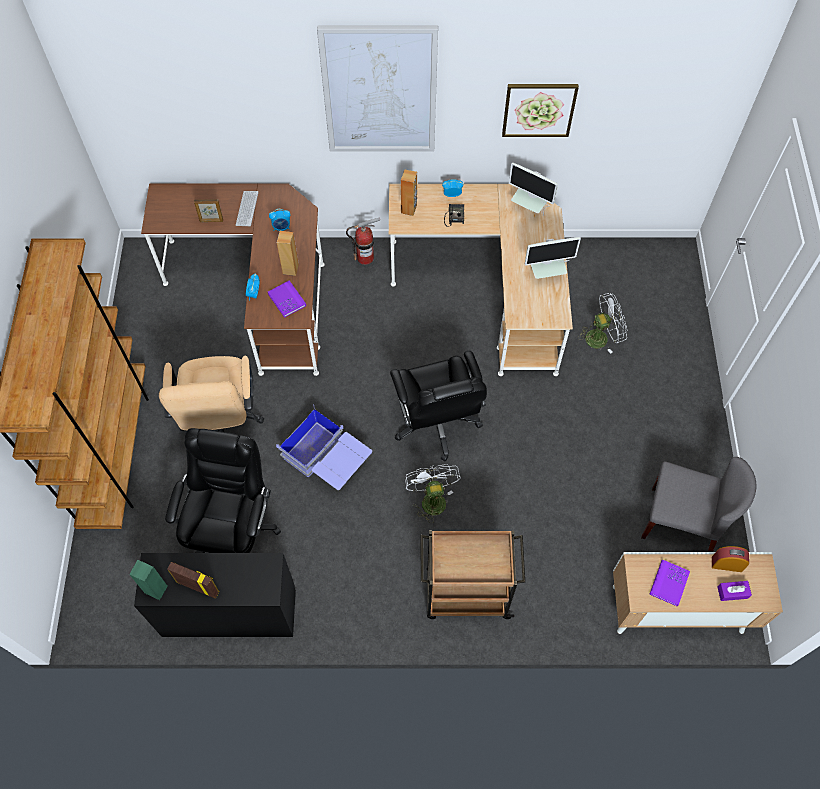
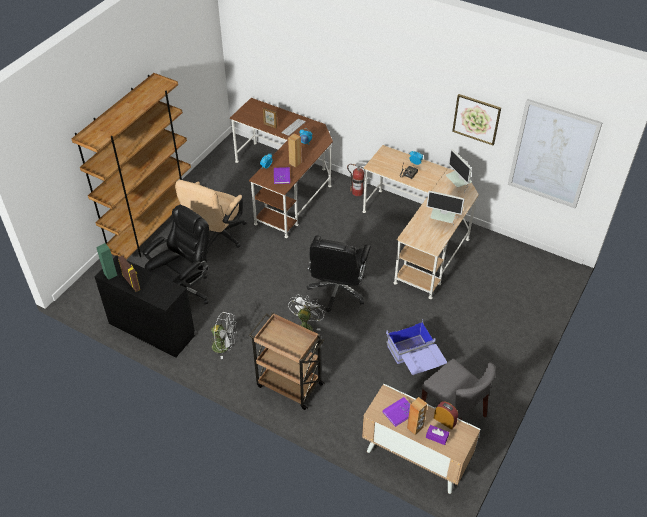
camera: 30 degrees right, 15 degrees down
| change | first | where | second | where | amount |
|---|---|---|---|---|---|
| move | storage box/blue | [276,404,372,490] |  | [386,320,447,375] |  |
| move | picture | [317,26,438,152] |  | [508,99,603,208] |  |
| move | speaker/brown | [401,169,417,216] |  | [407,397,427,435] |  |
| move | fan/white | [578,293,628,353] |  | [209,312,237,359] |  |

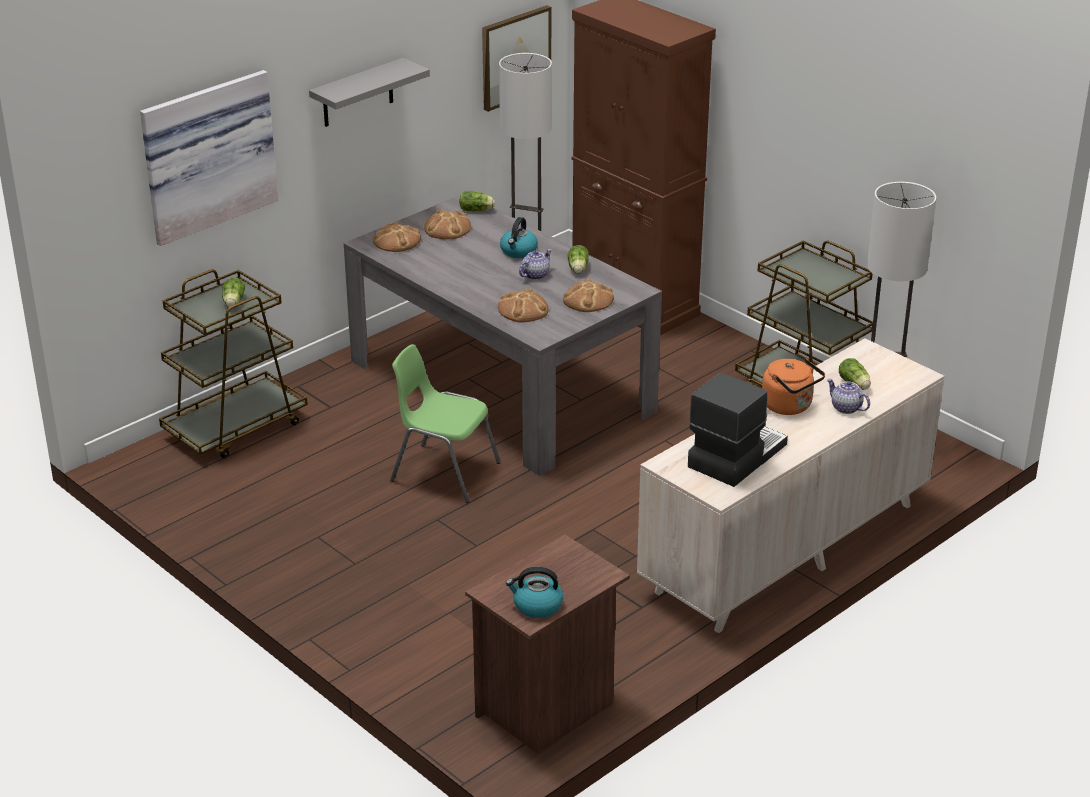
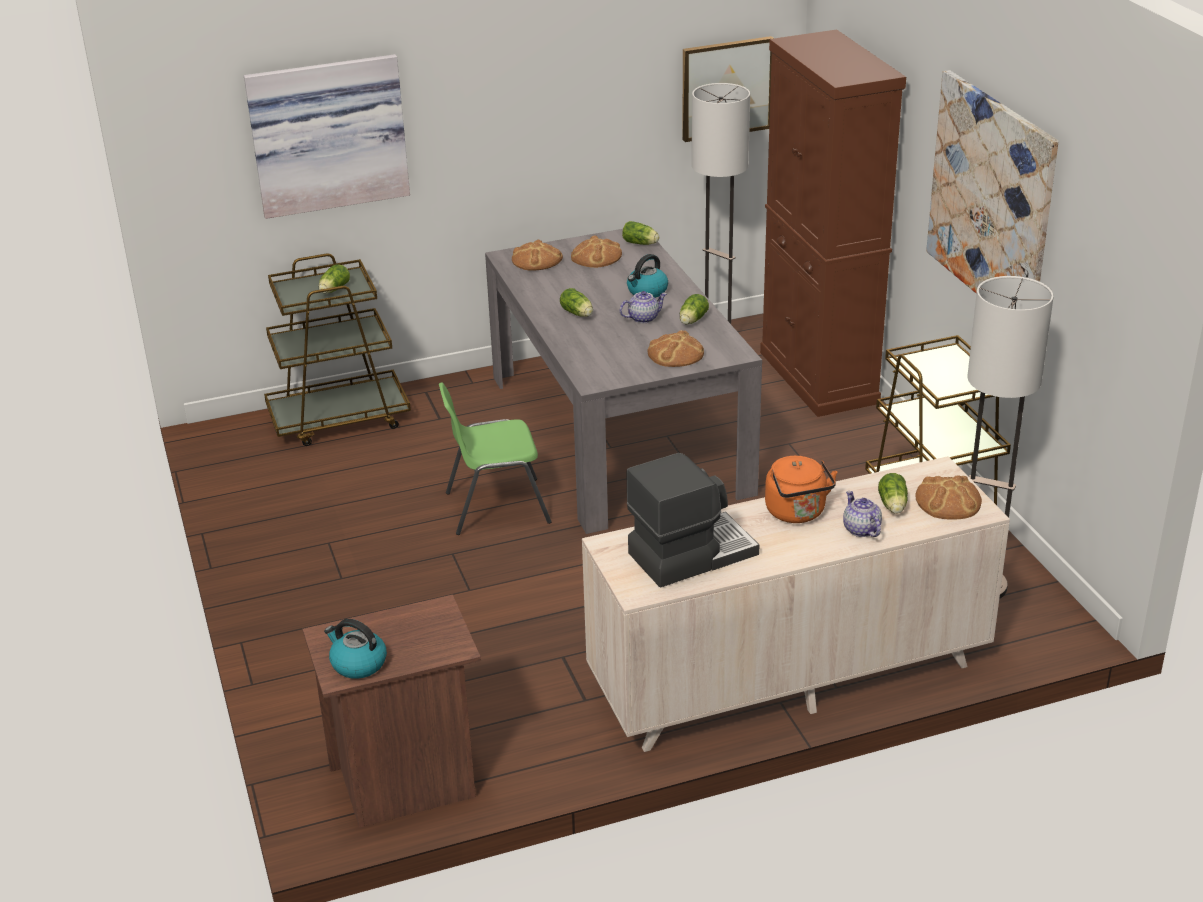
camera: 25 degrees right, 0 degrees up
| change | first | where | second | where | amount |
|---|---|---|---|---|---|
| delete | shelf/grey | [309,58,430,127] |  |  |  |
| insert |  |  | lettuce | [560,288,593,317] |  |
| insert |  |  | picture | [927,70,1058,293] |  |
| move | bread | [498,289,549,323] |  | [916,475,982,520] |  |
| rotate | chair/green | [390,344,501,503] |  | [439,383,552,535] | 60 degrees counterclockwise |

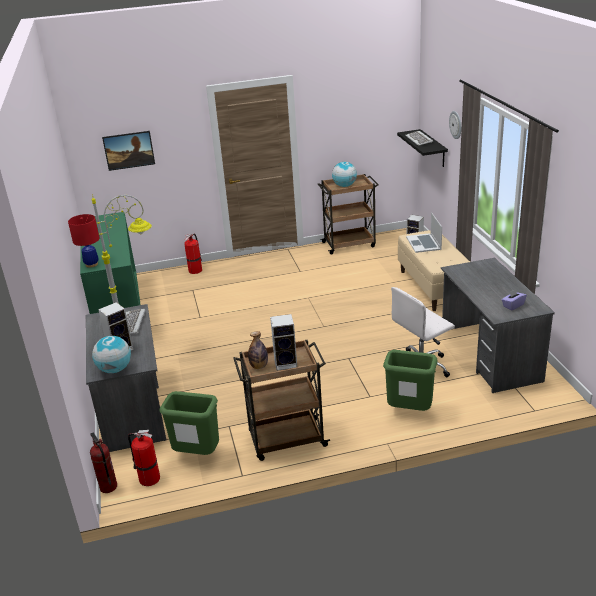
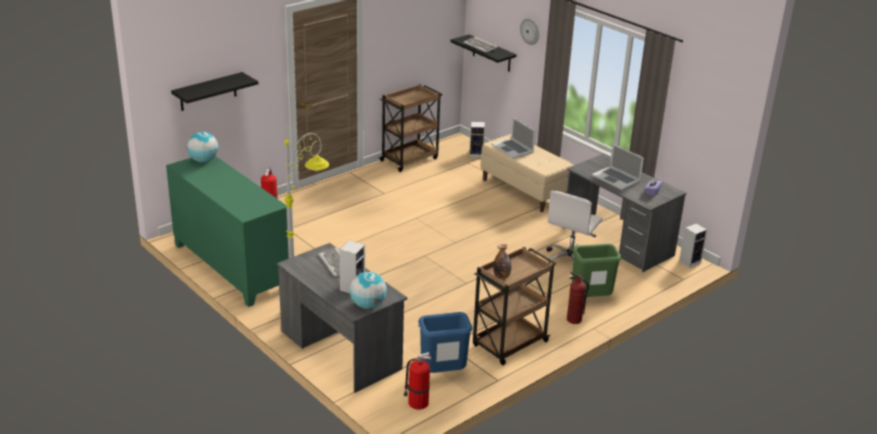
camera: 30 degrees left, 0 degrees up
| change | first | where | second | where | amount |
|---|---|---|---|---|---|
| delete | table lamp/red | [68,214,100,268] |  |  |  |
| insert |  |  | laptop | [592,144,644,190] |  |
| move | fire extinguisher | [90,433,117,493] |  | [567,272,589,324] |  |
| move | speaker | [270,314,297,371] |  | [679,223,707,268] |  |
| move | globe | [332,162,357,187] |  | [187,132,218,163] |  |
| replace | picture | [102,131,155,171] | shelf/black | [171,72,258,111] |  |
| recolor | trash can/green | [159,391,219,455] | trash can/blue | [418,312,473,373] |  |

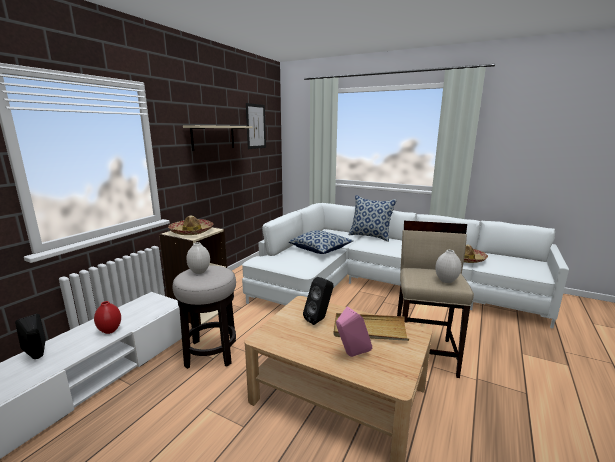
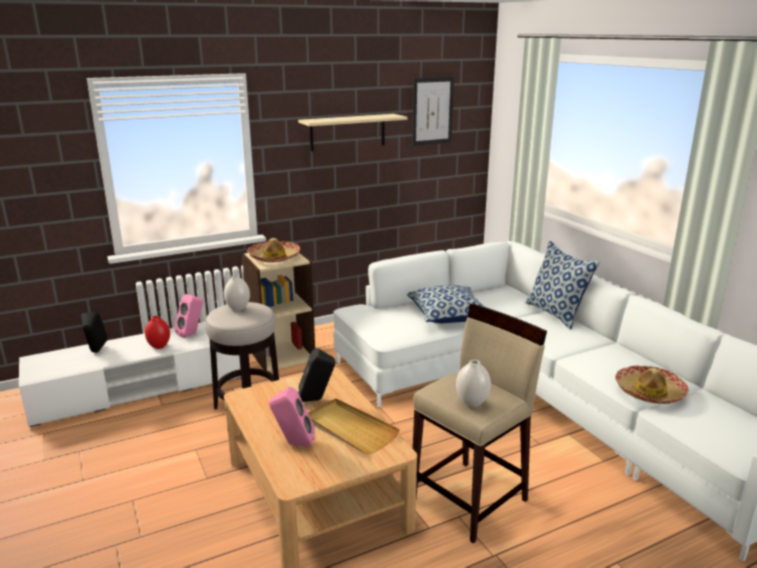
camera: 35 degrees right, 5 degrees up
| change | first | where | second | where | amount |
|---|---|---|---|---|---|
| insert |  |  | speaker/pink | [175,294,203,338] |  |

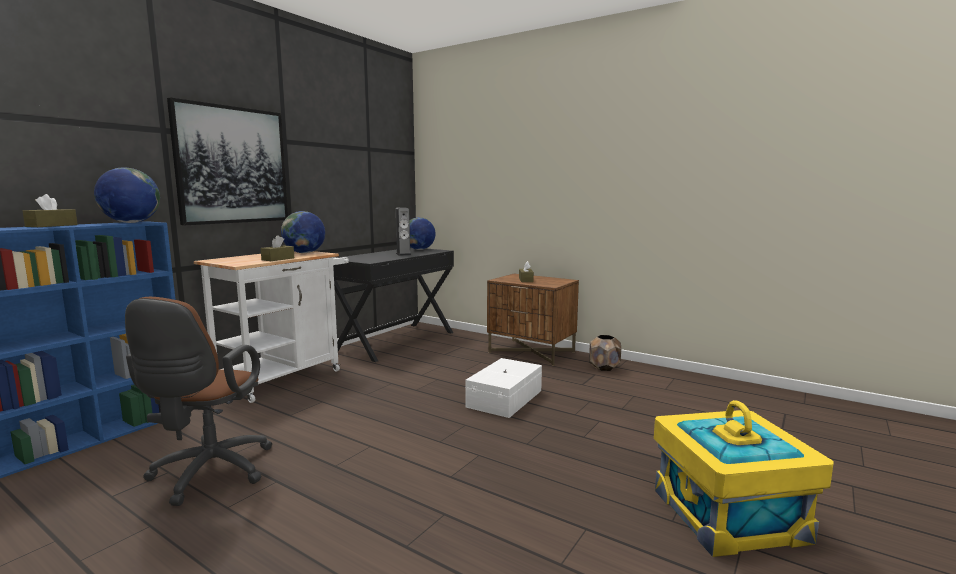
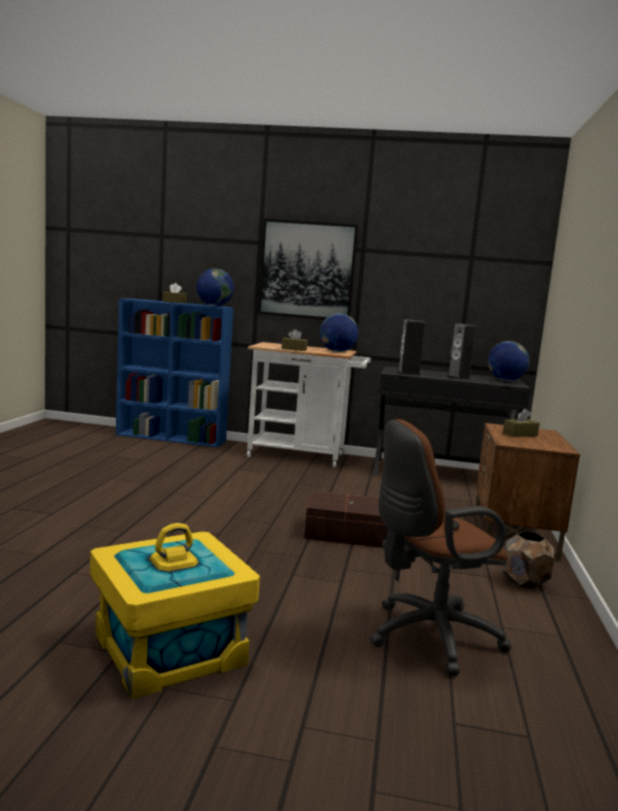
camera: 65 degrees right, 0 degrees up
| change | first | where | second | where | amount |
|---|---|---|---|---|---|
| insert |  |  | speaker | [397,319,425,376] |  |
| move | office chair/brown | [125,297,273,506] |  | [370,419,511,676] |  |
| recolor | storage box/white | [465,358,542,418] | storage box/brown | [304,491,388,548] |  |

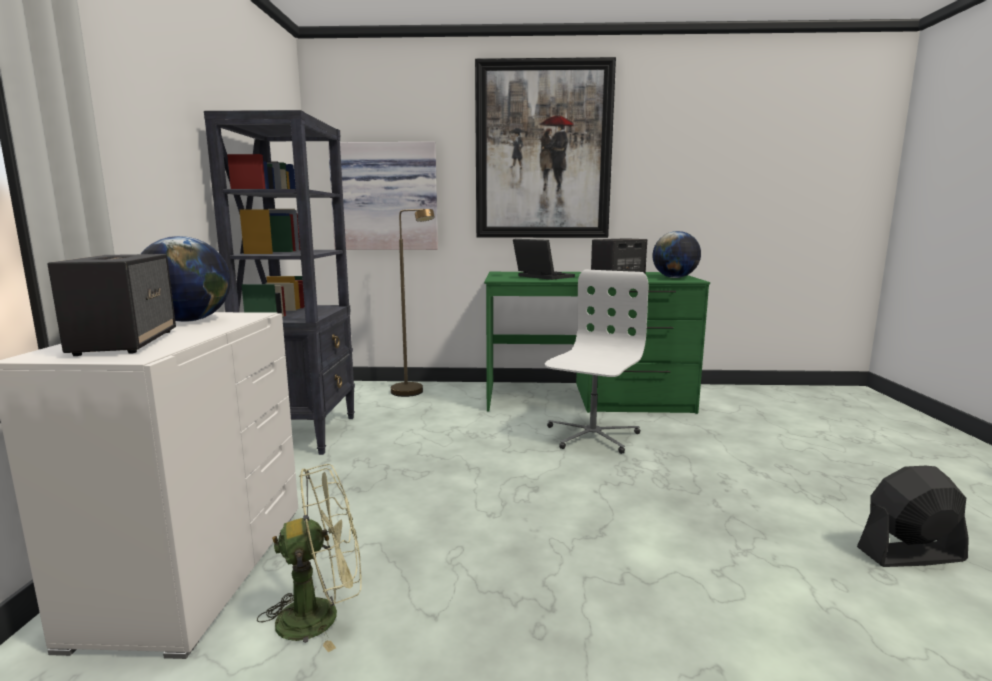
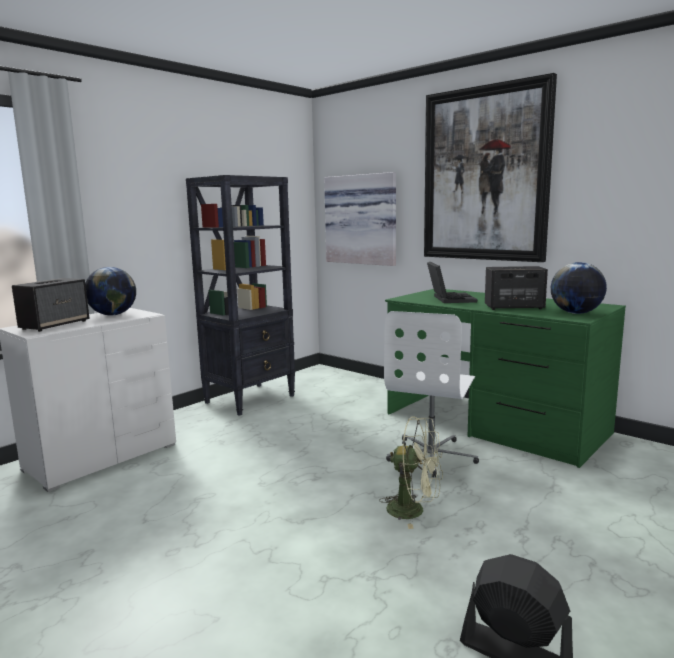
camera: 40 degrees right, 0 degrees up
| change | first | where | second | where | amount |
|---|---|---|---|---|---|
| delete | floor lamp/brown | [391,209,435,397] |  |  |  |
| move | fan/green | [257,464,362,652] |  | [379,416,443,529] |  |
| rotate | office chair/white | [545,269,648,454] |  | [384,311,479,477] | 135 degrees clockwise |

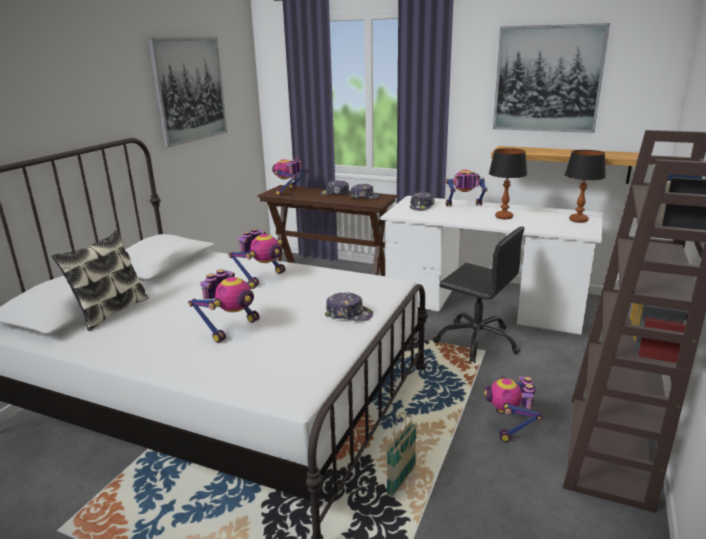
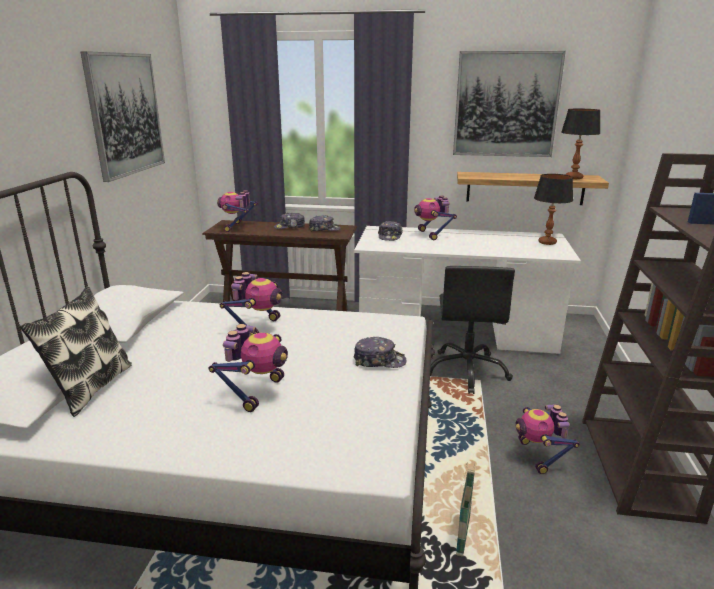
camera: 15 degrees left, 0 degrees up
| change | first | where | second | where | amount |
|---|---|---|---|---|---|
| move | table lamp | [489,148,527,219] |  | [561,109,601,179] |  |
| rotate | office chair/black | [433,226,525,363] |  | [430,266,515,394] | 75 degrees clockwise |
| rotate | toy robot | [445,170,488,206] |  | [414,196,457,240] | 90 degrees counterclockwise |

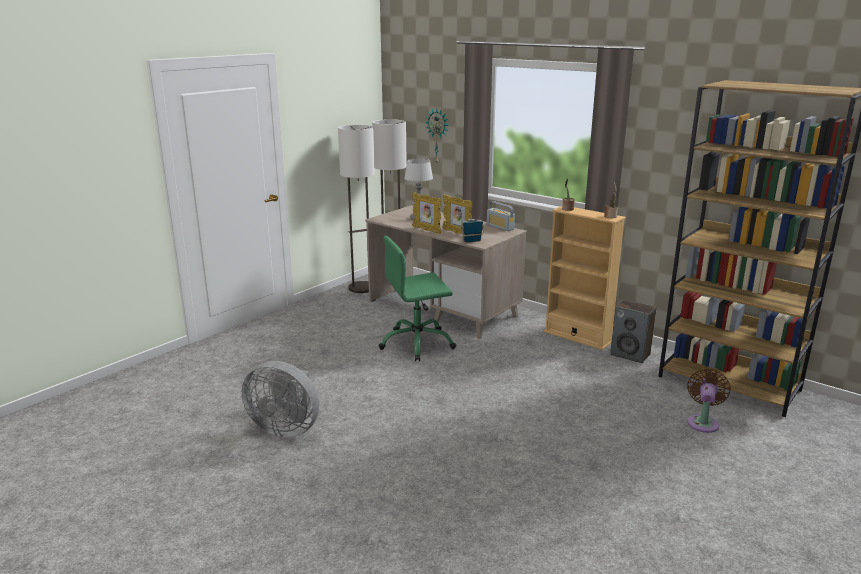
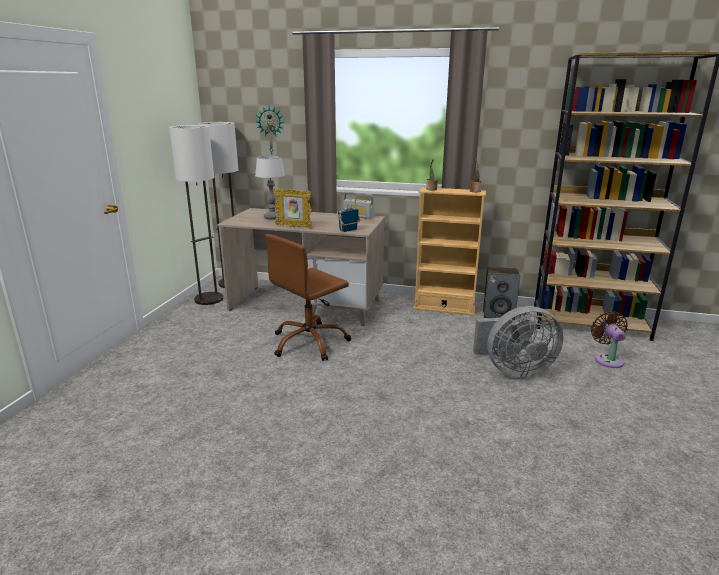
camera: 25 degrees left, 0 degrees up
| change | first | where | second | where | amount |
|---|---|---|---|---|---|
| delete | picture frame | [443,195,473,234] |  |  |  |
| move | fan/grey | [242,361,319,438] |  | [473,306,563,377] |  |
| recolor | office chair/green | [378,236,456,361] | office chair/brown | [265,234,351,361] |  |

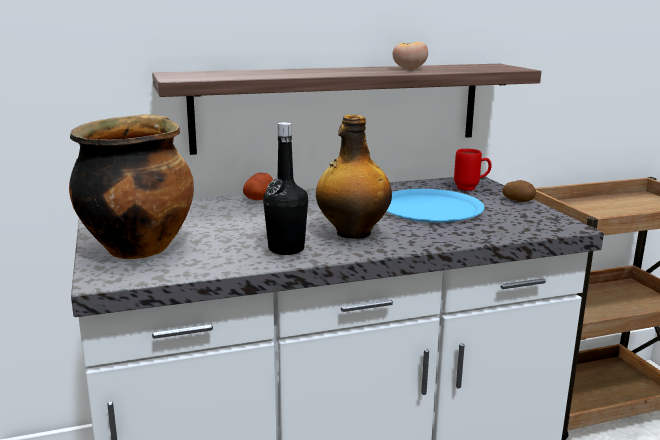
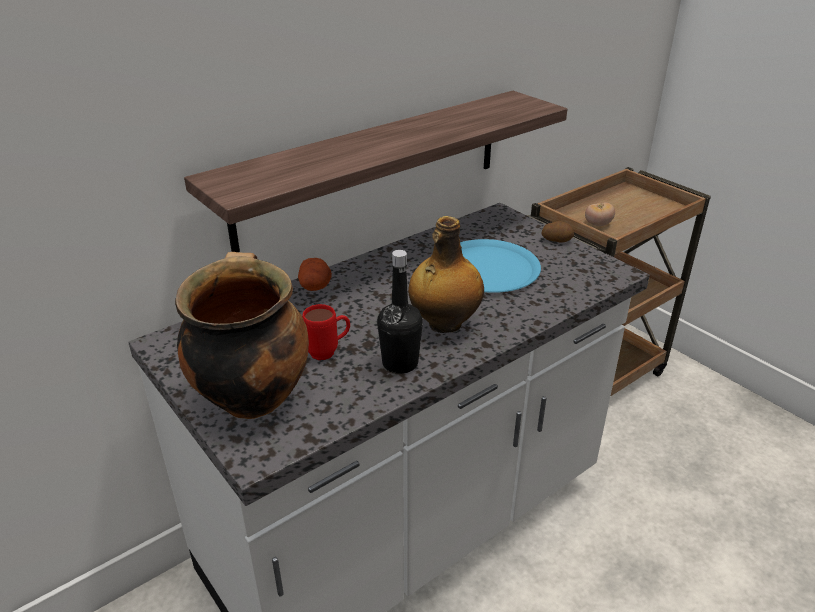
camera: 20 degrees left, 15 degrees up
| change | first | where | second | where | amount |
|---|---|---|---|---|---|
| move | tomato | [393,42,428,69] |  | [585,202,615,226] |  |
| move | mug/red | [454,149,492,191] |  | [302,304,350,360] |  |

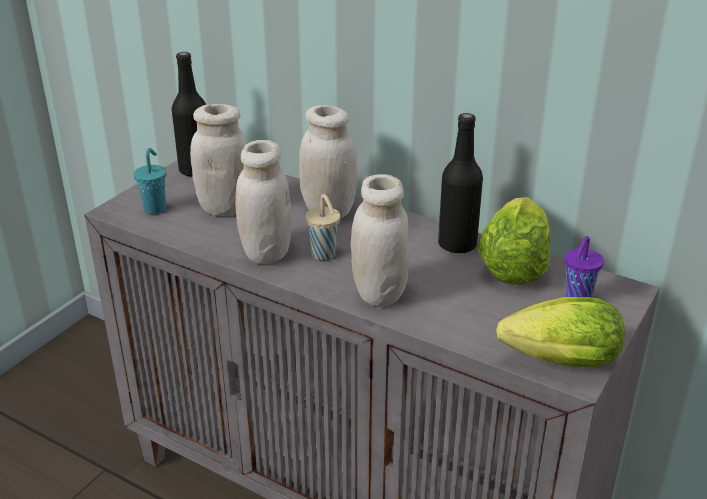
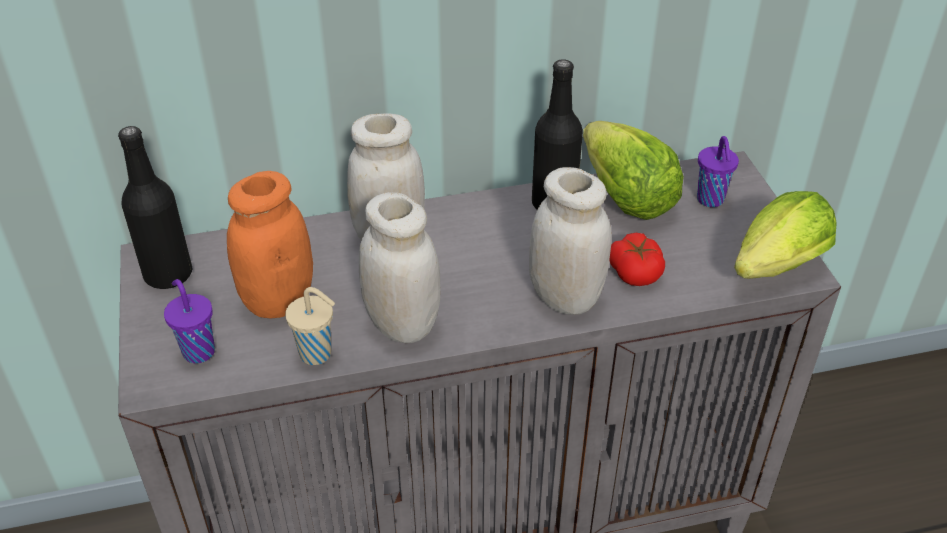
camera: 45 degrees left, 10 degrees up
| change | first | where | second | where | amount |
|---|---|---|---|---|---|
| insert |  |  | tomato | [609,233,665,286] |  |
| move | cup/beige | [305,194,340,260] |  | [285,287,335,365] |  |
| recolor | cup/turquoise | [133,148,166,214] | cup/purple | [164,279,215,364] |  |
| recolor | jar/white | [190,104,247,216] | jar/orange | [227,171,313,318] |  |

